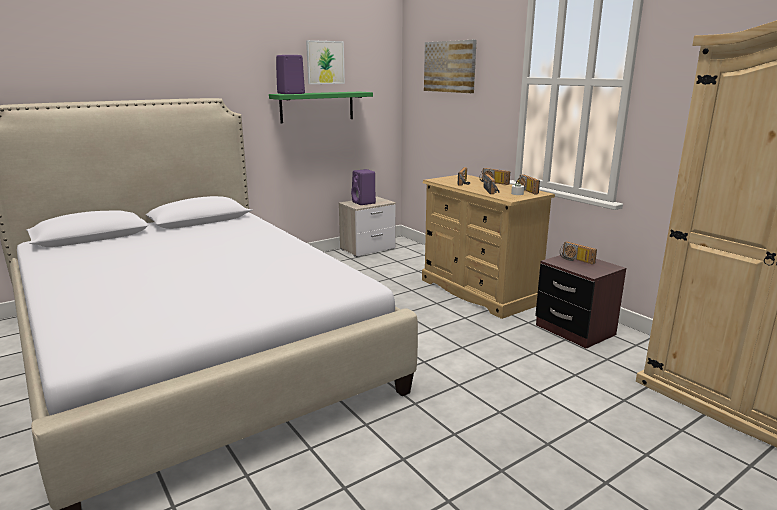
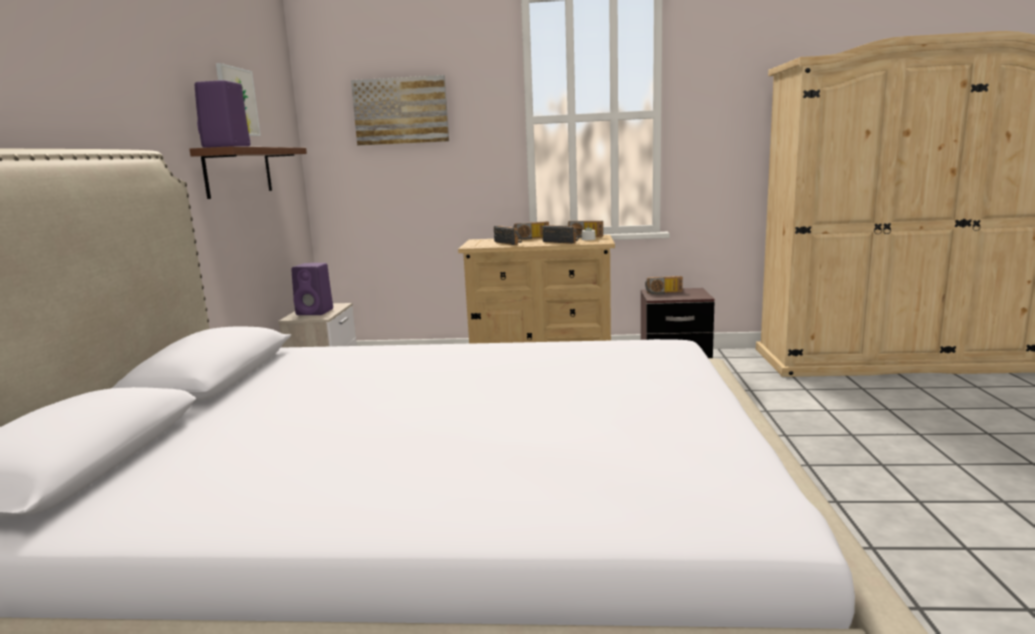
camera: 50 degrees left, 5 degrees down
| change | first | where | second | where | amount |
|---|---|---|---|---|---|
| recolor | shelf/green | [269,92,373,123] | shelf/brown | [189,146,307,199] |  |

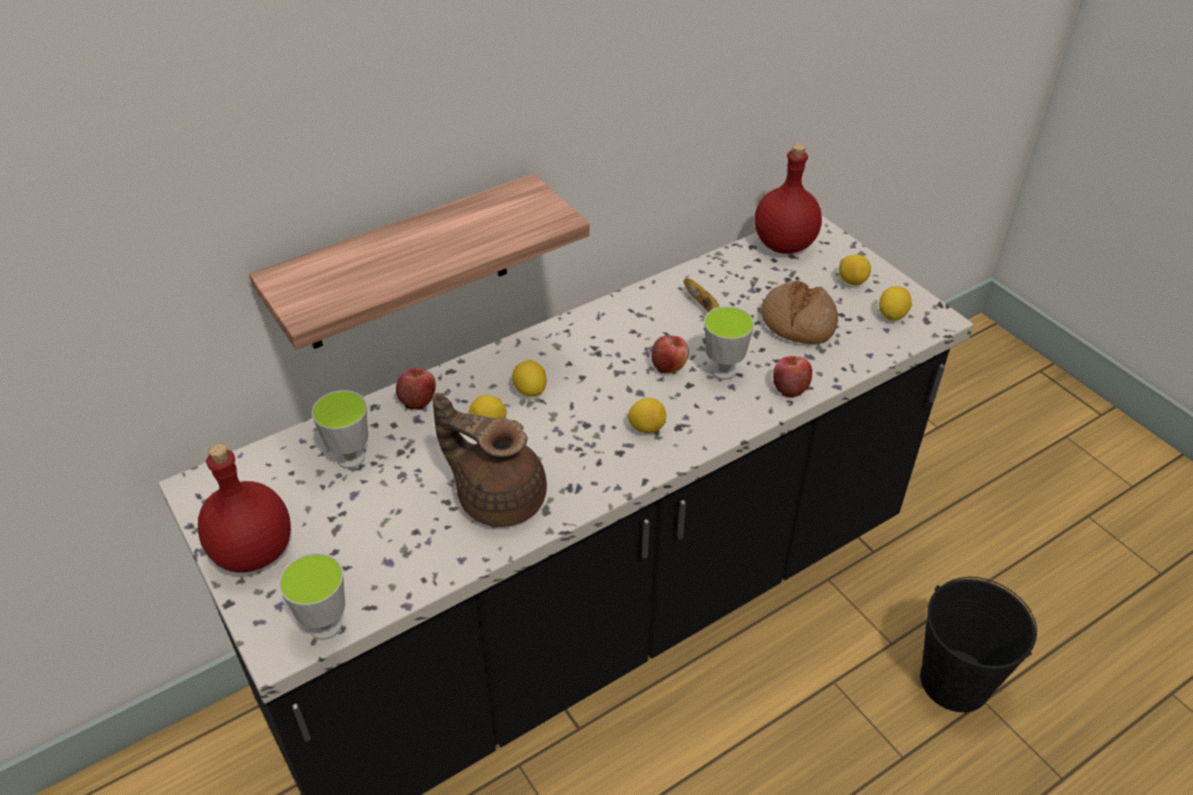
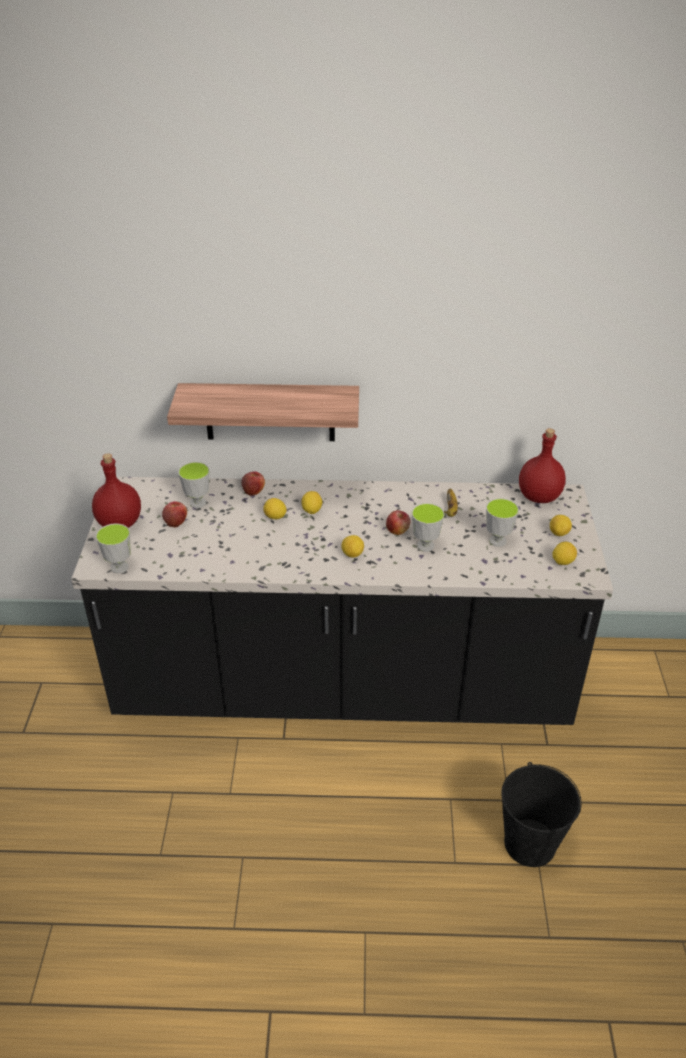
camera: 35 degrees right, 5 degrees down
| change | first | where | second | where | amount |
|---|---|---|---|---|---|
| delete | teapot/brown | [432,393,547,527] |  |  |  |
| move | apple | [773,356,812,398] |  | [162,501,187,527] |  |
| replace | bread | [761,281,838,344] | cup | [486,498,519,547] |  |

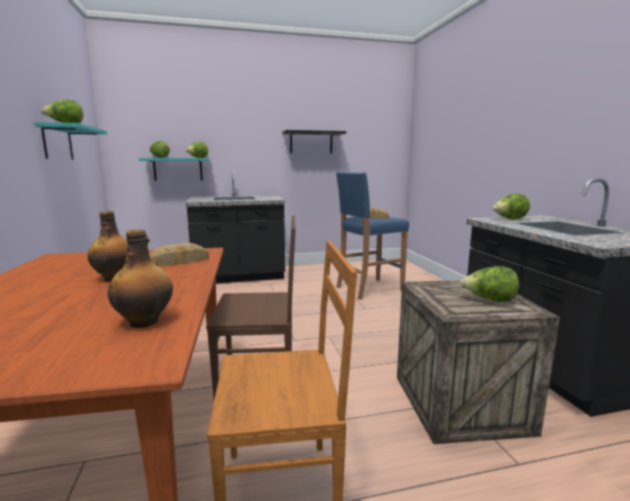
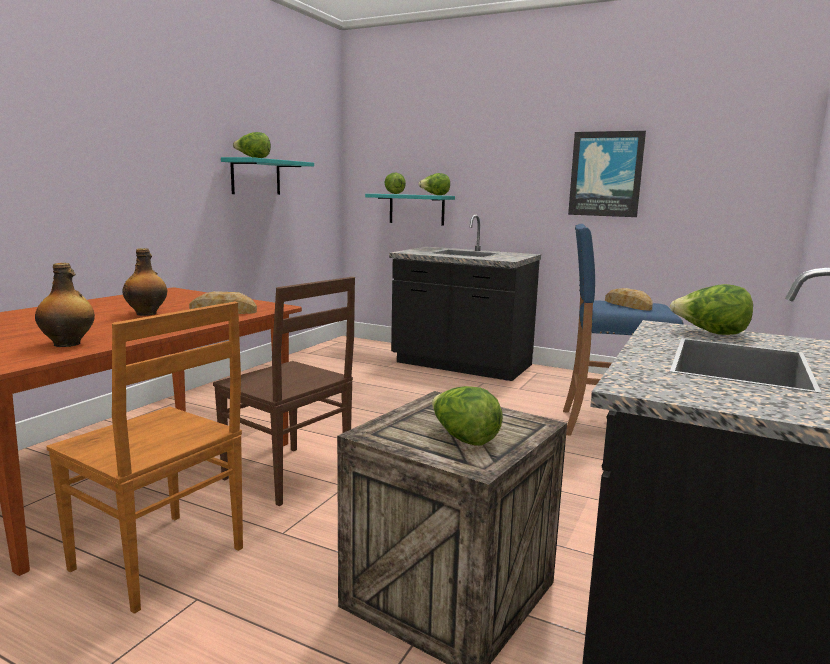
camera: 40 degrees right, 0 degrees up
| change | first | where | second | where | amount |
|---|---|---|---|---|---|
| replace | shelf/black | [282,130,346,154] | picture | [568,131,646,217] |  |

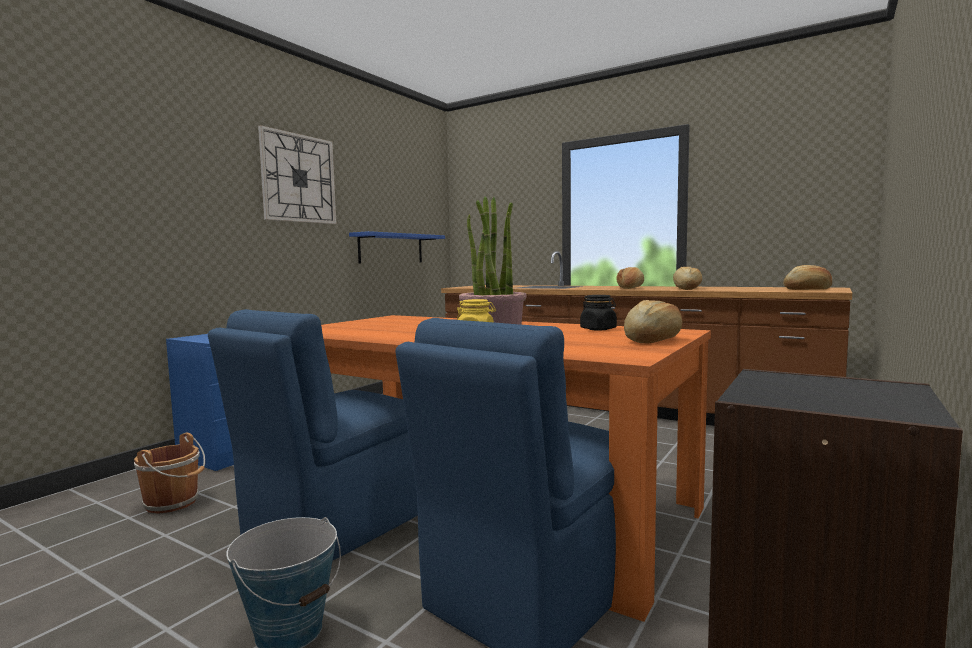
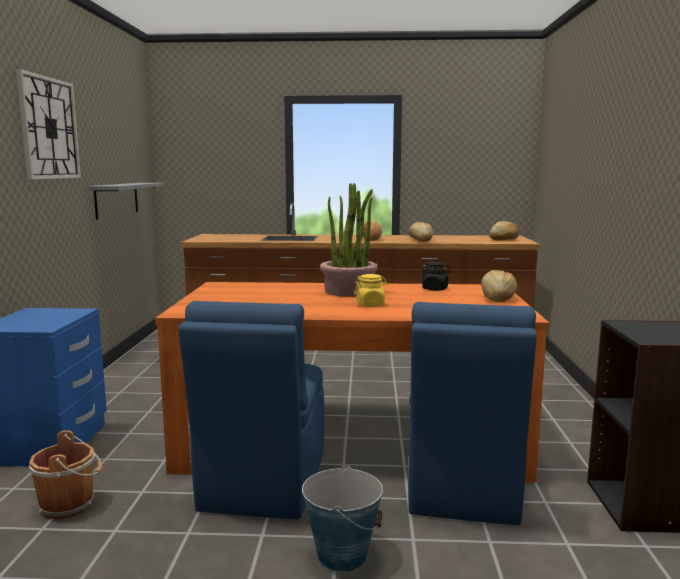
camera: 30 degrees left, 5 degrees up
| change | first | where | second | where | amount |
|---|---|---|---|---|---|
| recolor | shelf/blue | [349,231,445,264] | shelf/grey | [88,183,164,220] |  |

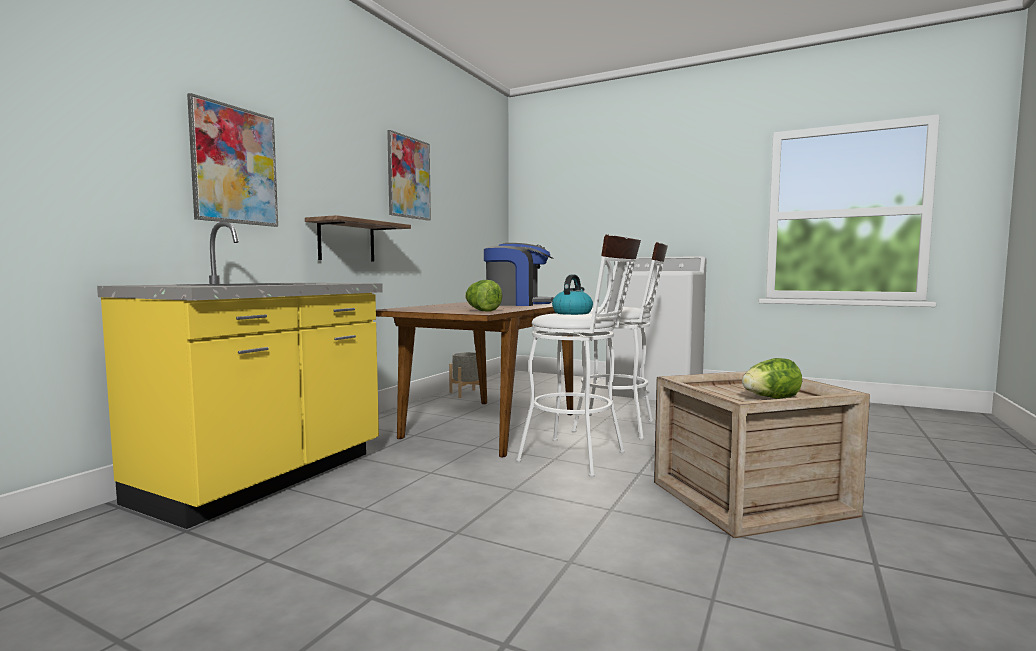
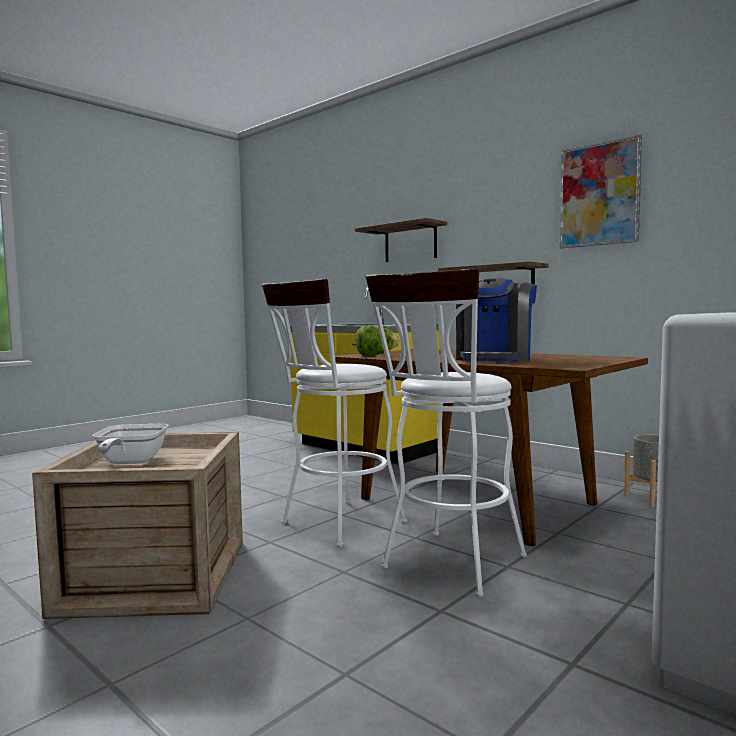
camera: 105 degrees right, 0 degrees up
| change | first | where | second | where | amount |
|---|---|---|---|---|---|
| delete | kettle | [552,275,593,315] |  |  |  |
| replace | picture | [187,93,278,227] | shelf | [355,218,447,262] |  |
| replace | lettuce | [742,358,802,399] | frying pan | [92,424,168,464] |  |

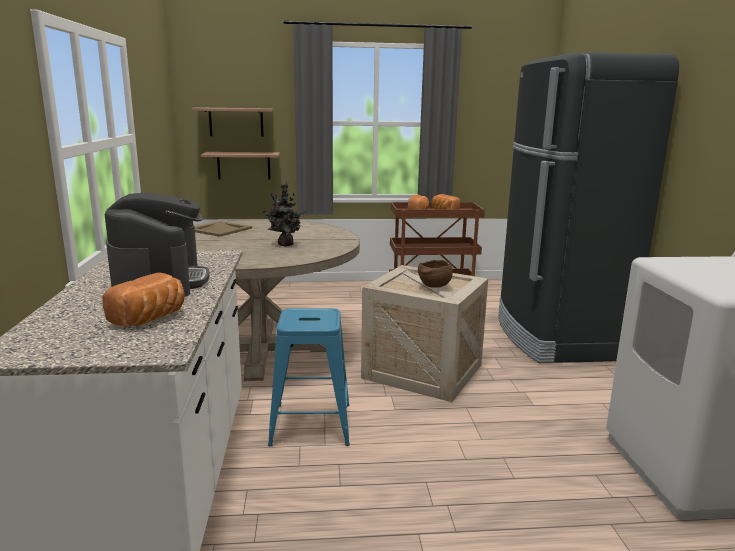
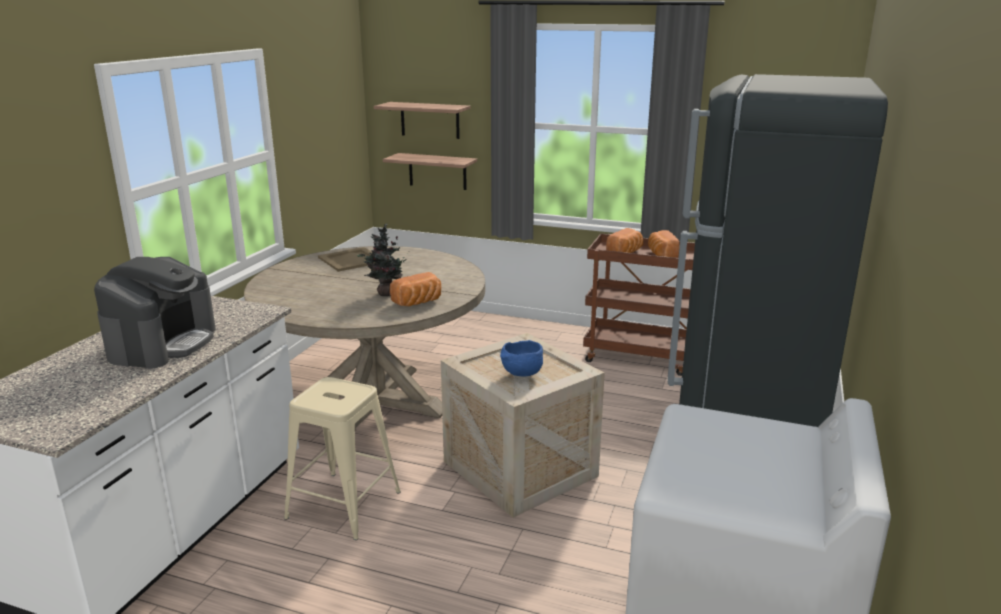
camera: 25 degrees right, 5 degrees up
| change | first | where | second | where | amount |
|---|---|---|---|---|---|
| move | bread | [103,272,185,326] |  | [390,272,441,306] |  |
| recolor | stool/blue | [268,308,350,446] | stool/beige | [284,377,401,540] |  |
| recolor | bowl/brown | [418,260,453,288] | bowl/blue | [500,340,543,376] |  |

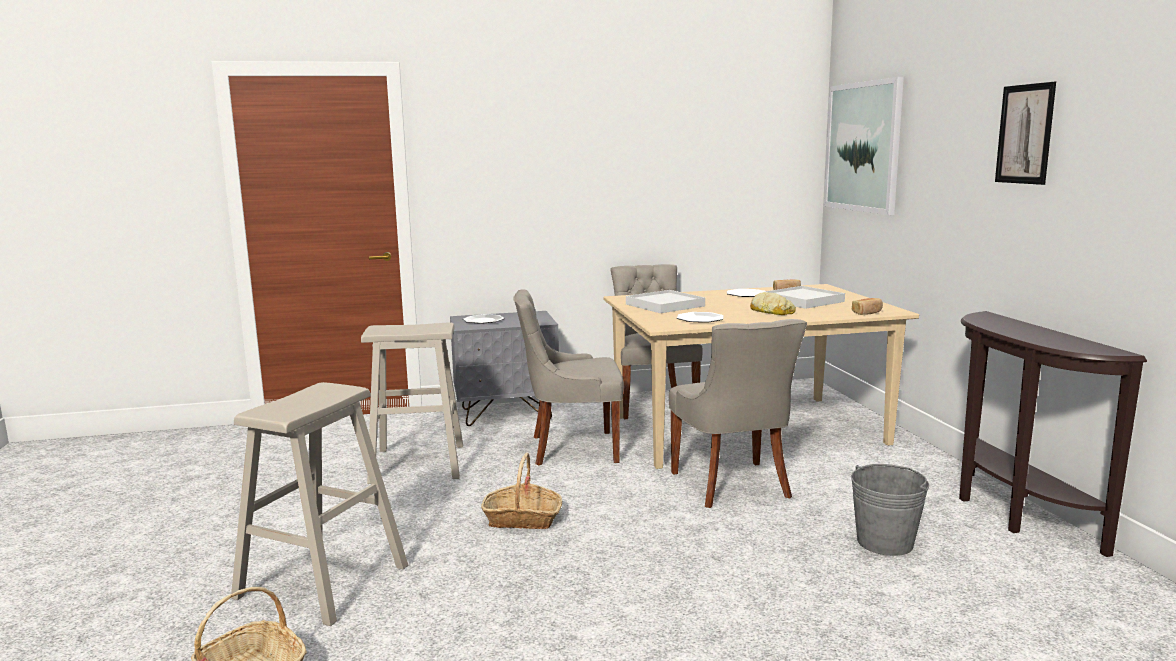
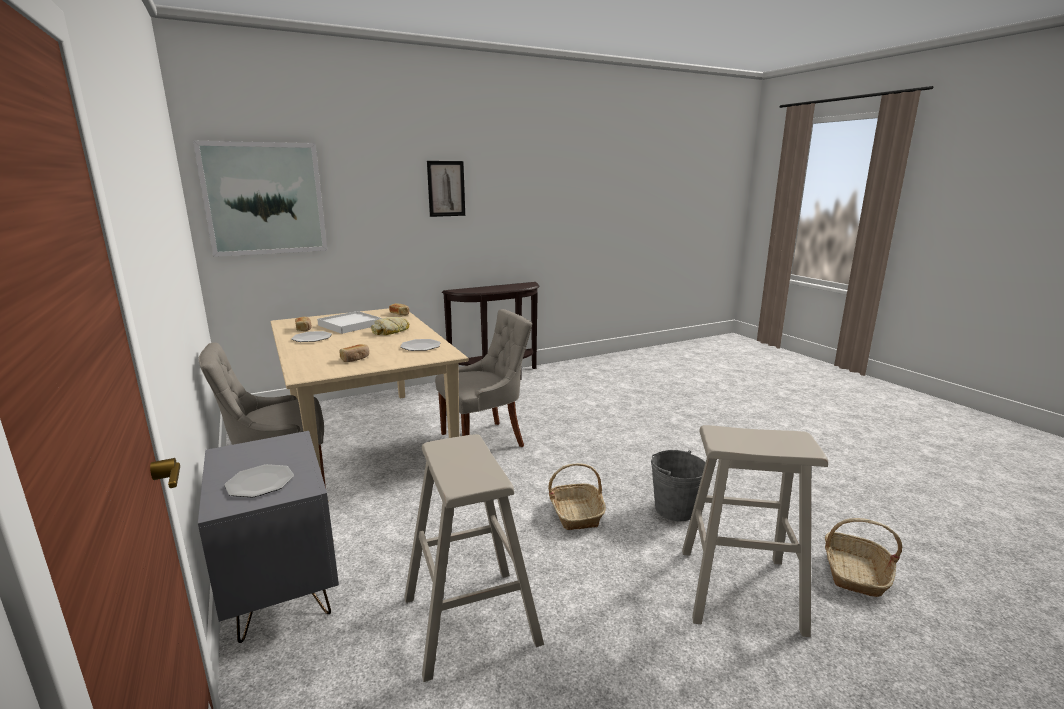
camera: 105 degrees left, 5 degrees up
| change | first | where | second | where | amount |
|---|---|---|---|---|---|
| delete | chair/grey | [513,289,624,465] |  |  |  |
| move | bucket/grey | [851,464,929,556] |  | [651,450,706,521] |  |
| replace | tray/white | [626,290,705,313] | bread | [340,344,369,362] |  |

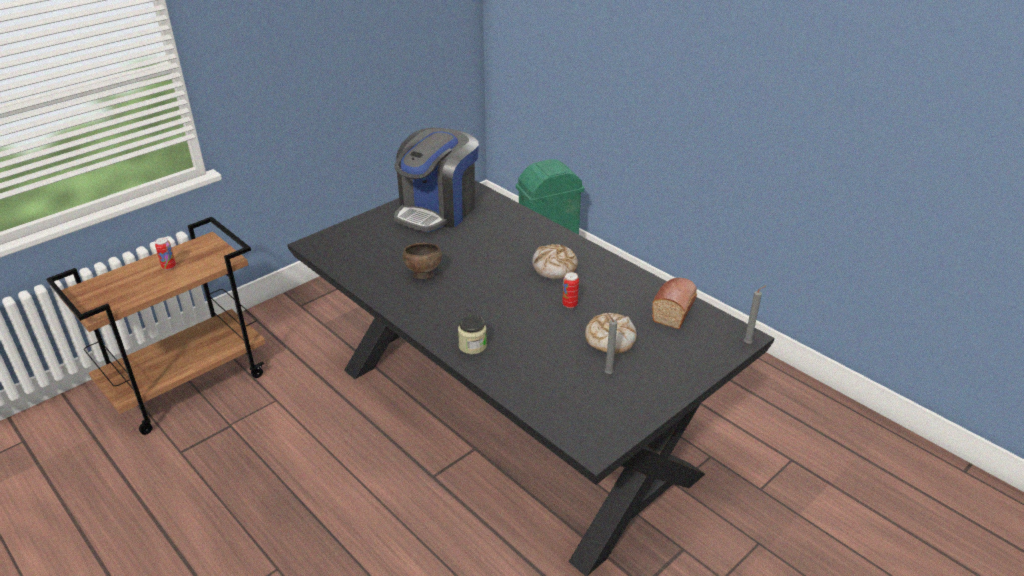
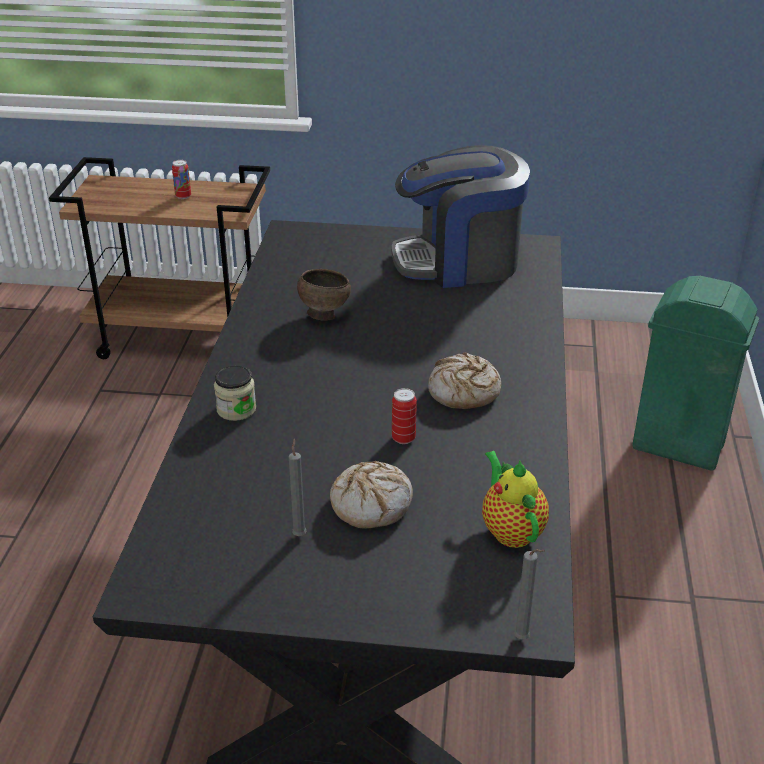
camera: 50 degrees right, 0 degrees up
| change | first | where | second | where | amount |
|---|---|---|---|---|---|
| replace | bread | [652,278,697,329] | teapot | [482,451,549,548] |  |

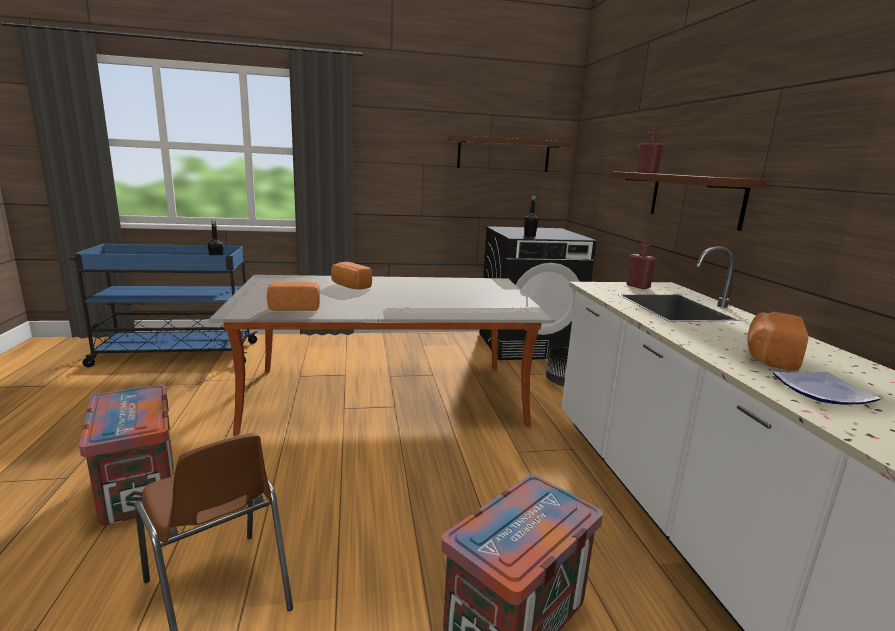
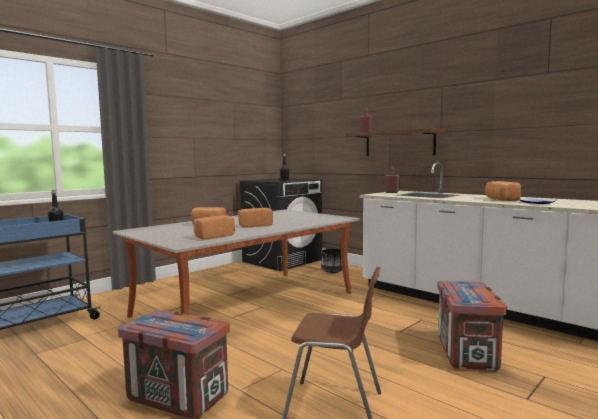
camera: 35 degrees left, 10 degrees down
| change | first | where | second | where | amount |
|---|---|---|---|---|---|
| delete | shelf/brown | [447,135,573,172] |  |  |  |
| insert |  |  | bread | [238,208,273,227] |  |

